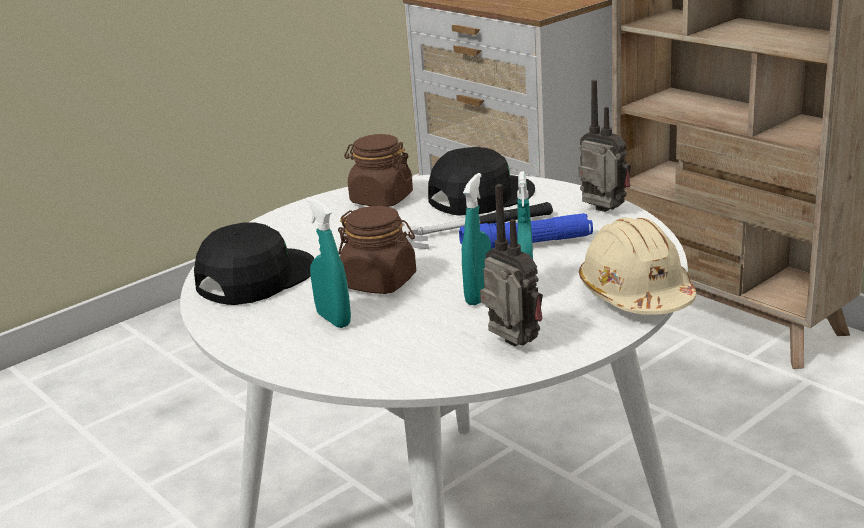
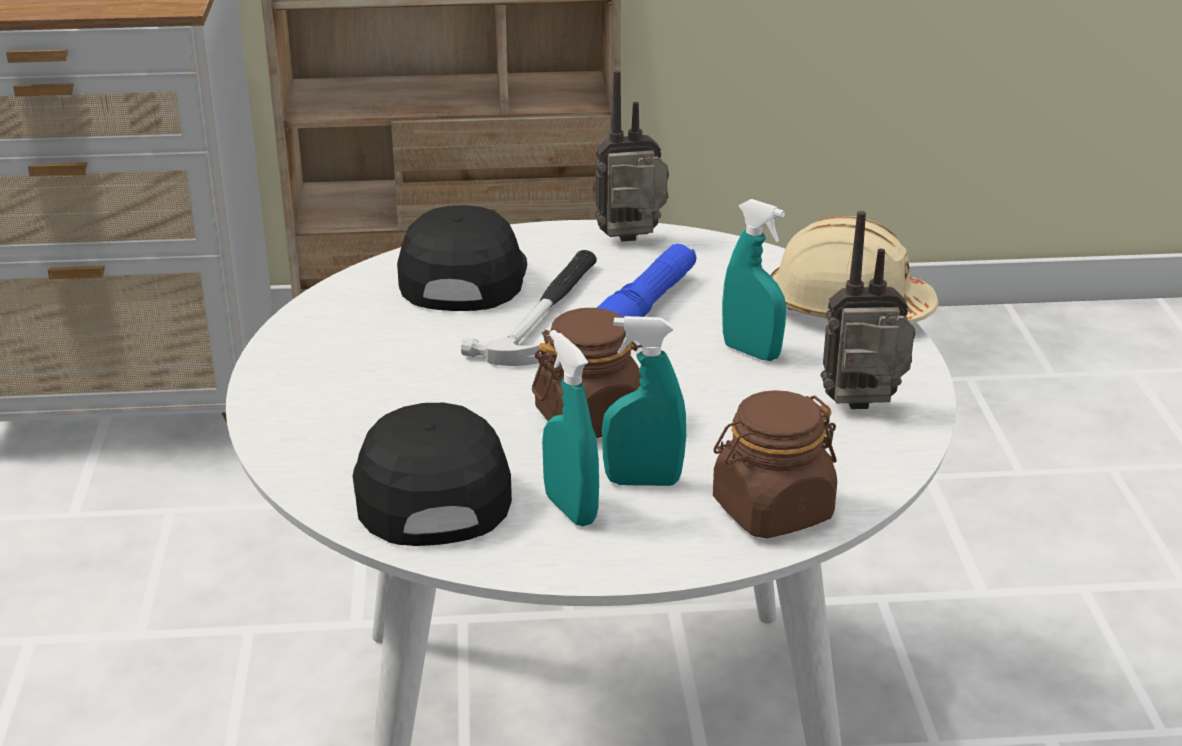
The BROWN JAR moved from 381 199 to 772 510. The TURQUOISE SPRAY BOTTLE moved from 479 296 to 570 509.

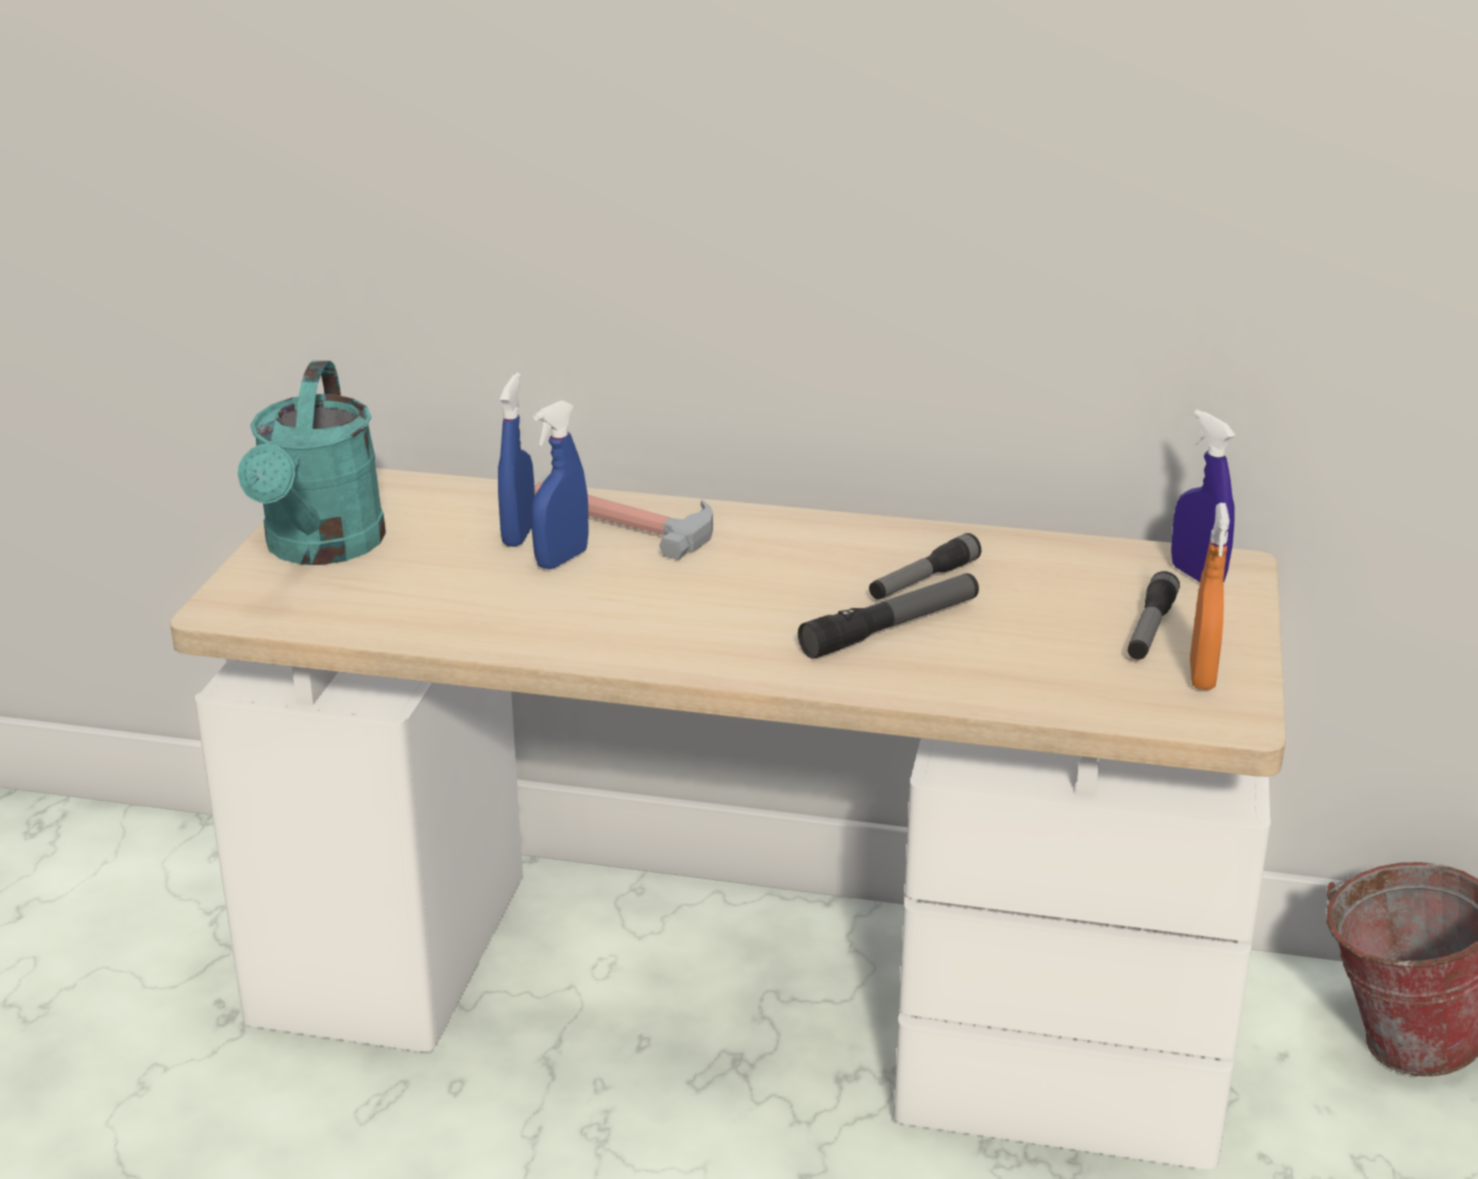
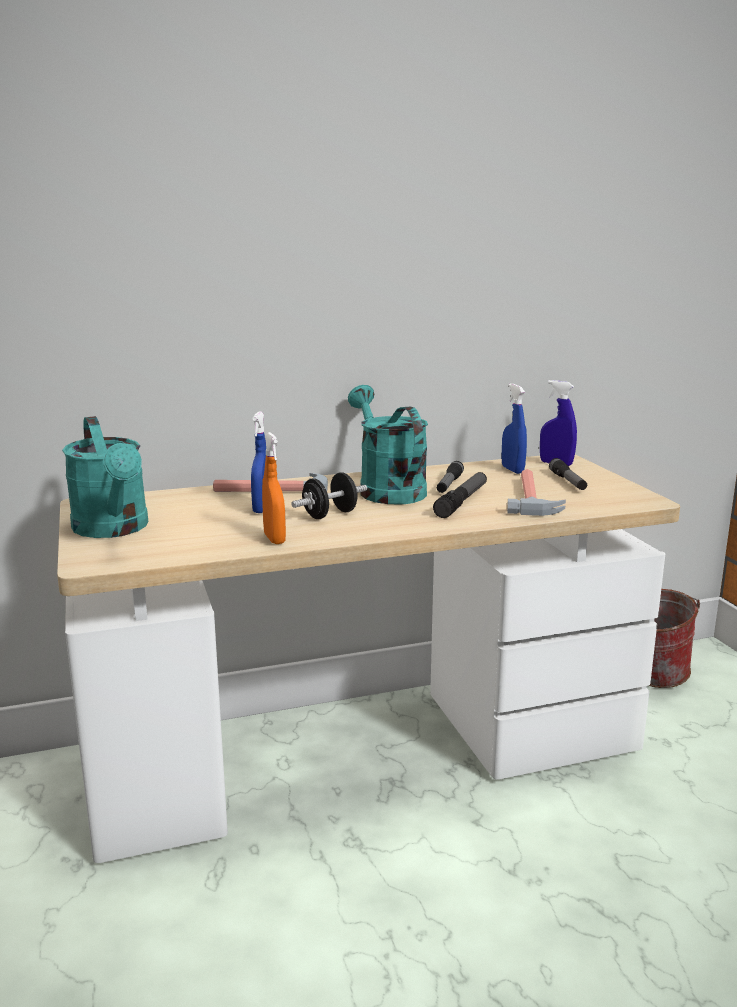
The BLUE SPRAY BOTTLE moved from 519 535 to 512 470. The ORANGE SPRAY BOTTLE moved from 1201 676 to 274 539. The BLACK DUMBBELL at 330 515 appeared. The TURQUOISE WATERING CAN at 386 489 appeared. The HAMMER at 533 497 appeared.

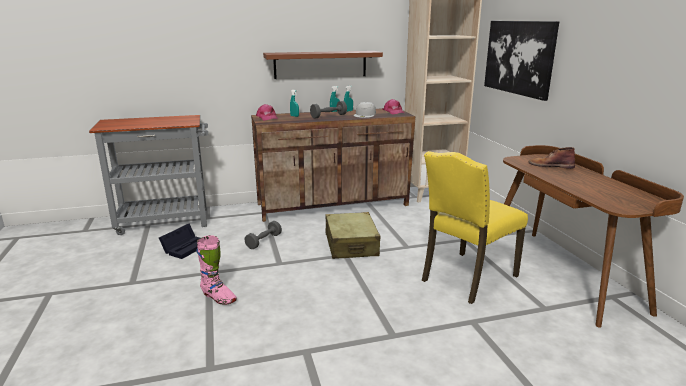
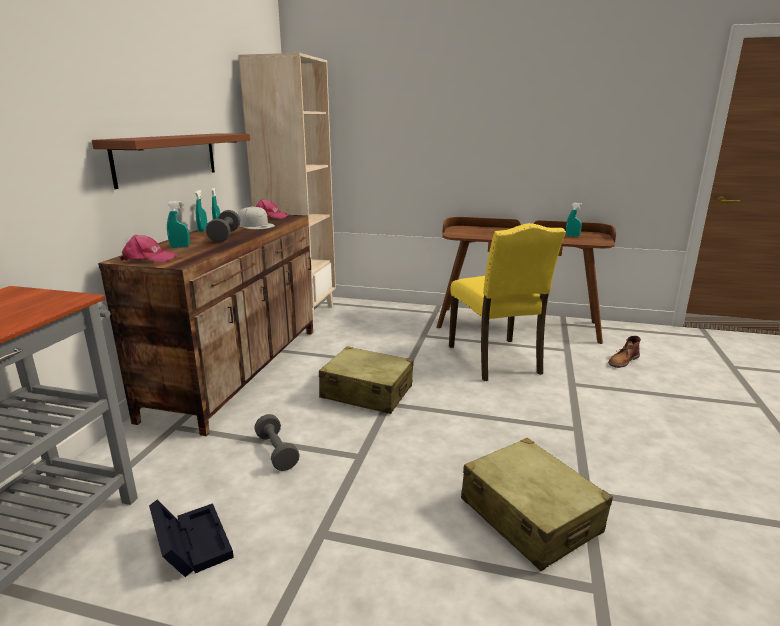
The PINK BOOT at 218 297 disappeared. The PICTURE at 519 57 disappeared. The BROWN BOOT moved from 550 165 to 623 361. The BEIGE SUITCASE at 530 516 appeared. The TURQUOISE SPRAY BOTTLE at 572 236 appeared.

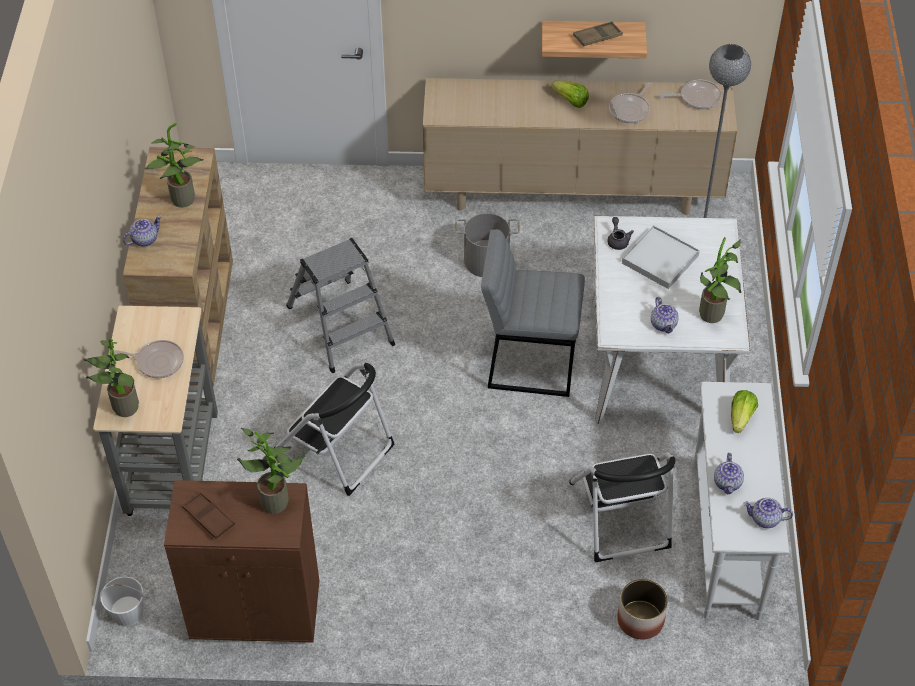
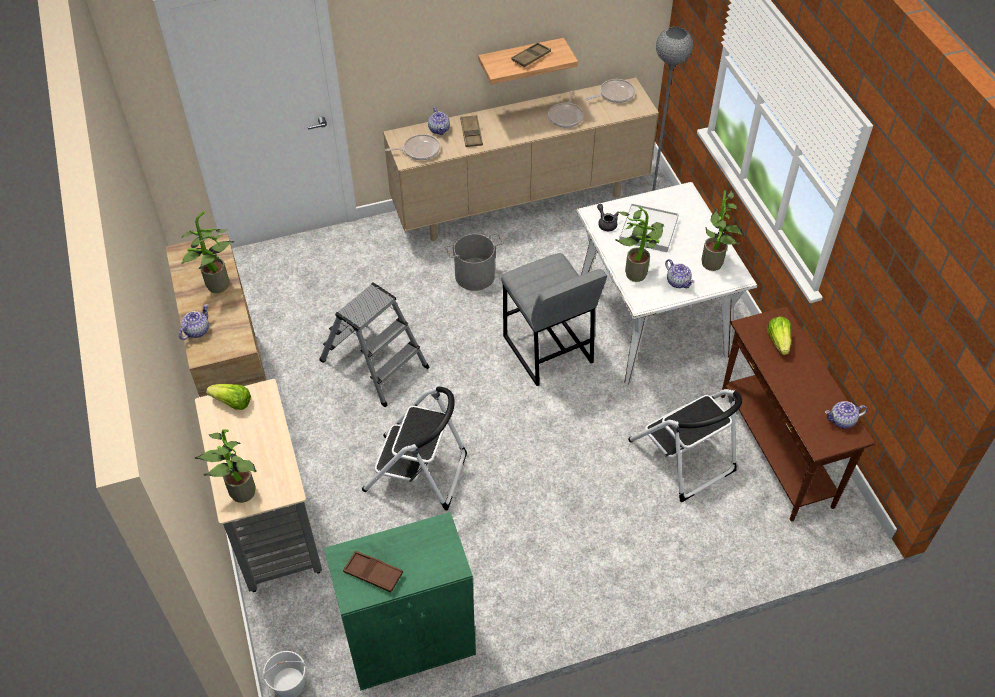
The FRYING PAN moved from 157 361 to 419 150. The BROWN CABINET at 254 615 became the GREEN CABINET at 409 647. The POTTED PLANT moved from 278 500 to 637 272. The GREY CHAIR at 529 363 turned 105 degrees counterclockwise. The LETTUCE moved from 570 101 to 232 403. The PLANTER at 641 619 disappeared. The WHITE CONSOLE TABLE at 727 541 became the BROWN CONSOLE TABLE at 777 450. The TEAPOT moved from 728 483 to 439 129. The BROWN TRAY at 471 133 appeared.

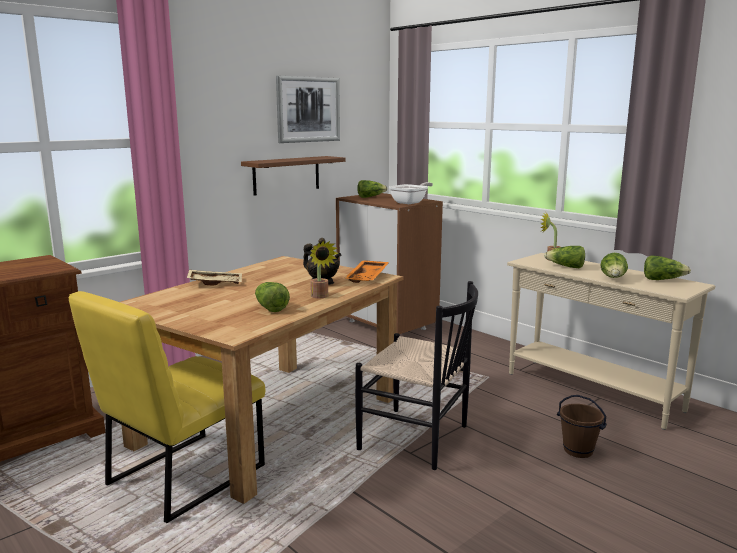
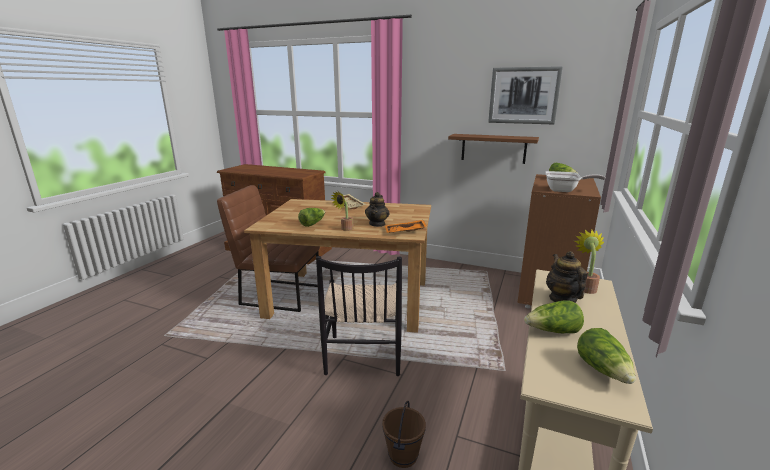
The YELLOW CHAIR at 182 477 became the BROWN CHAIR at 279 295. The LETTUCE at 566 267 was replaced by the TEAPOT at 562 299.

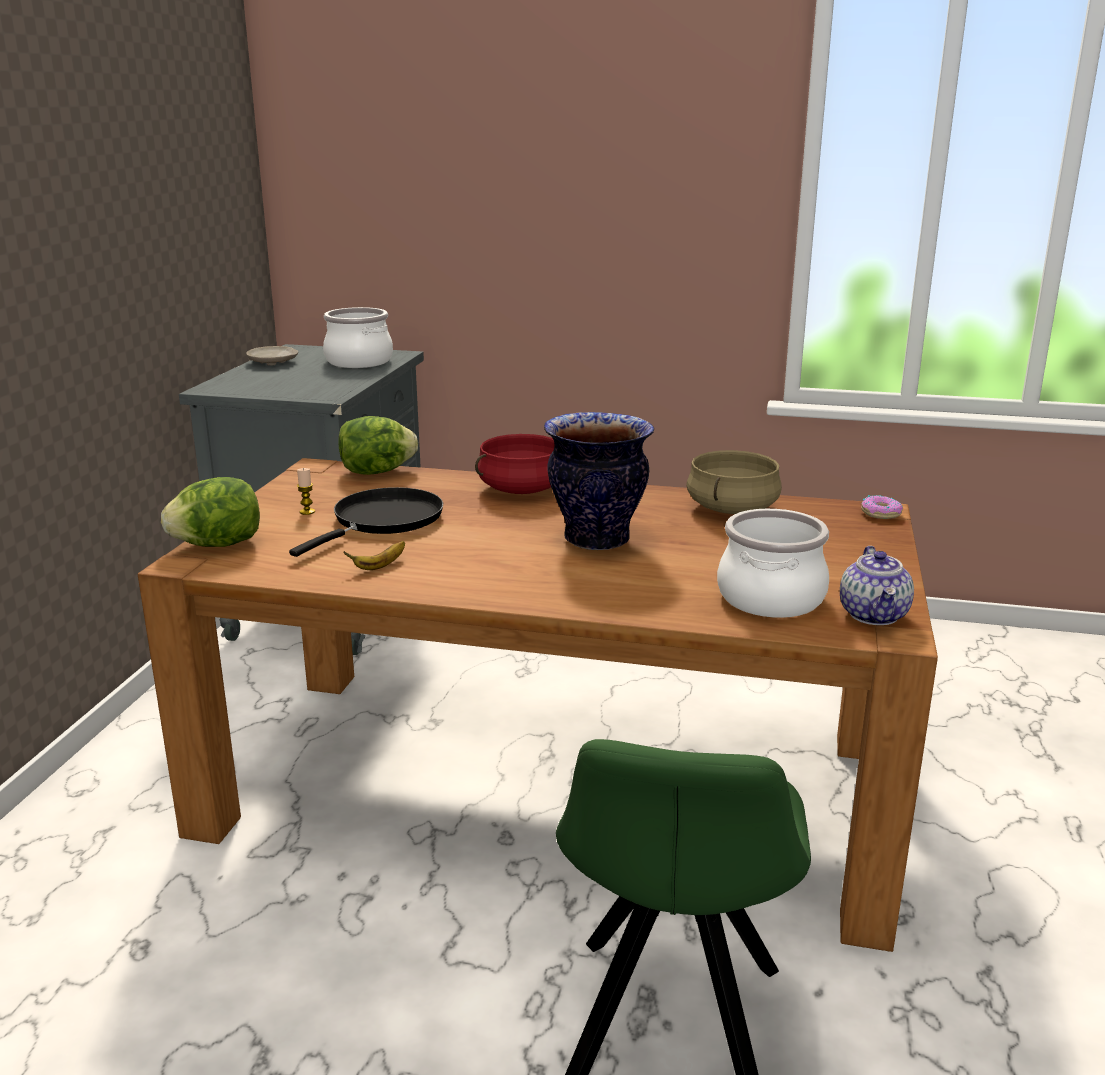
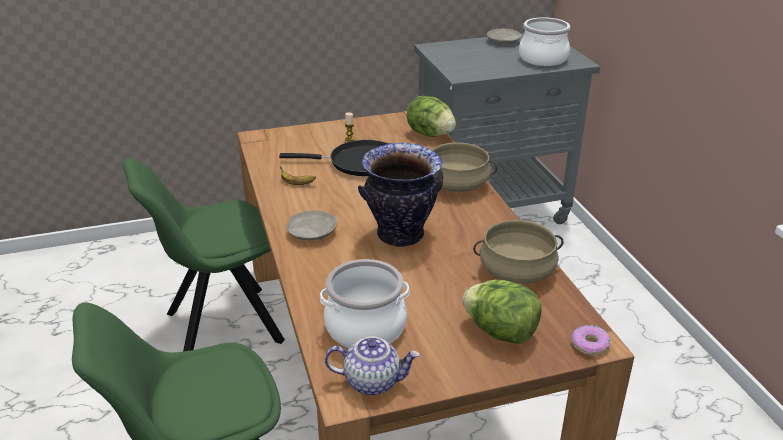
The LETTUCE moved from 218 545 to 500 332. The RED COOKING POT at 521 489 became the BEIGE COOKING POT at 457 184. The TEAPOT at 874 615 turned 150 degrees counterclockwise. The GREEN CHAIR at 222 327 appeared. The BEIGE PLATE at 311 232 appeared.

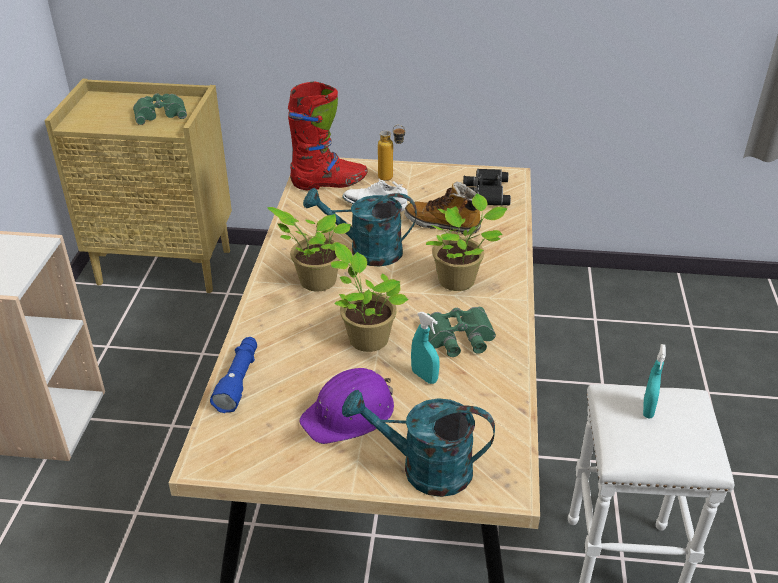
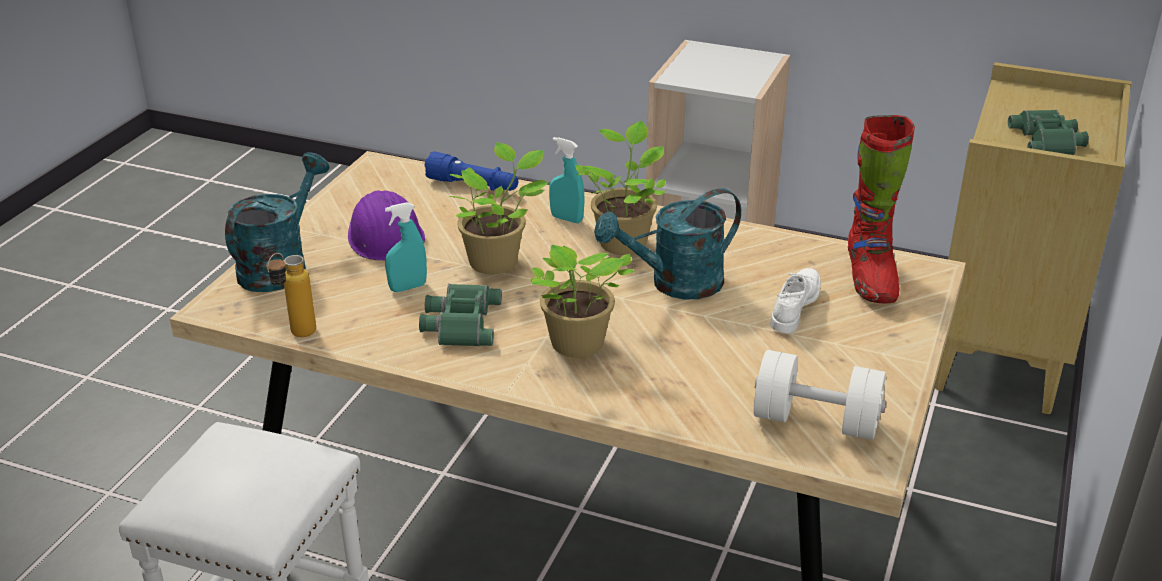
The TURQUOISE WATERING CAN at 366 251 turned 135 degrees counterclockwise. The BOTTLE moved from 391 178 to 296 336. The BOOT at 443 224 disappeared. The BLACK BINOCULARS at 485 192 was replaced by the WHITE DUMBBELL at 816 421. The TURQUOISE SPRAY BOTTLE moved from 648 409 to 566 219.

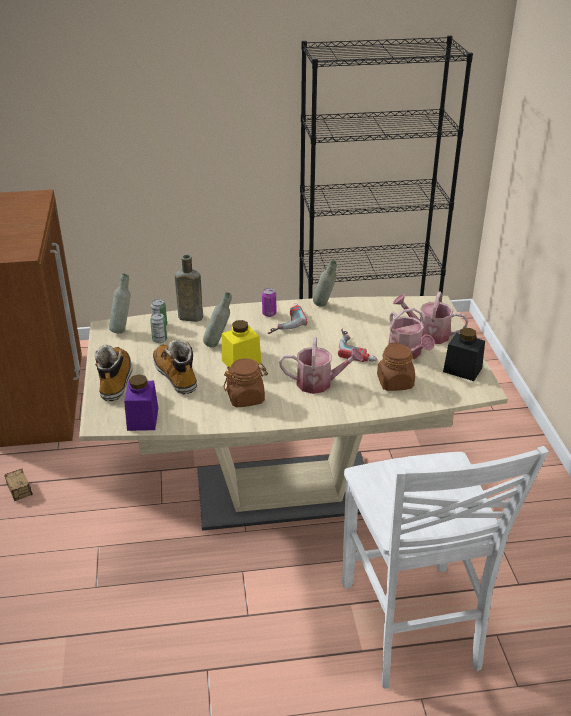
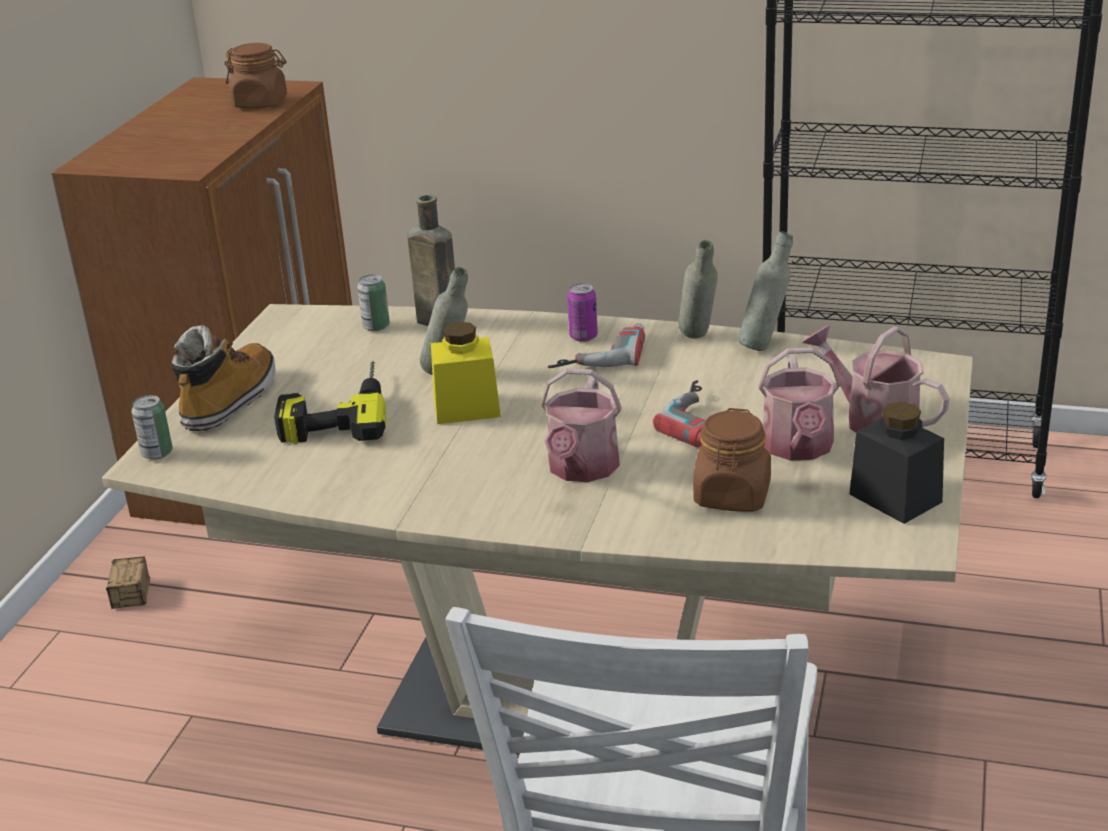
The GREY BOTTLE moved from 123 329 to 765 345. The PURPLE JAR at 143 419 disappeared. The CAN moved from 159 340 to 157 453. The BOOT at 176 376 was replaced by the POWER DRILL at 335 411. The BROWN JAR moved from 246 398 to 260 103. The WATERING CAN at 319 383 turned 75 degrees clockwise.

